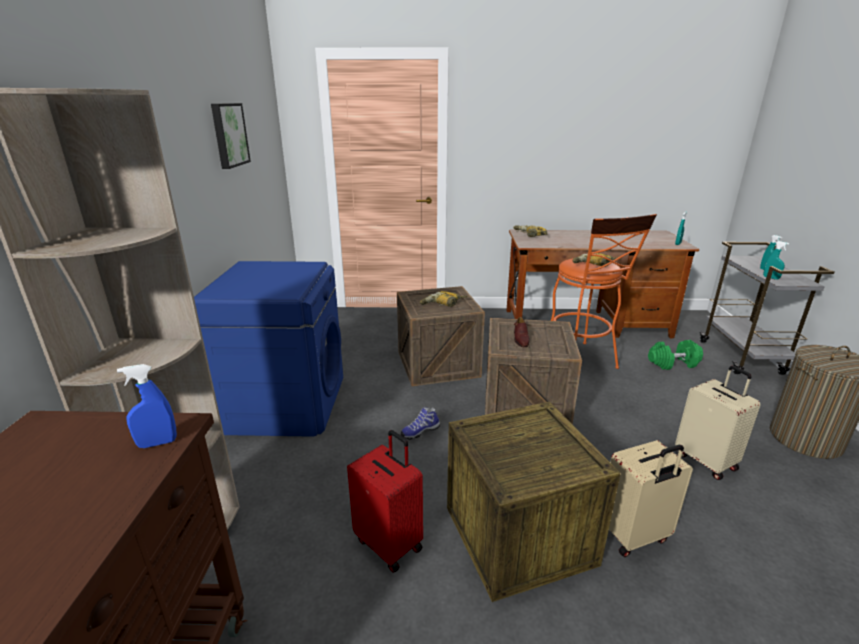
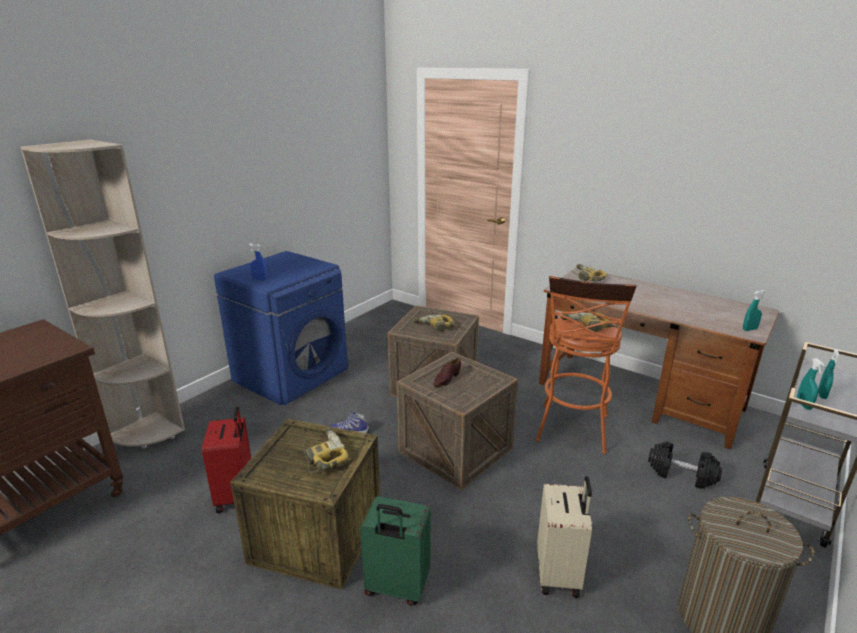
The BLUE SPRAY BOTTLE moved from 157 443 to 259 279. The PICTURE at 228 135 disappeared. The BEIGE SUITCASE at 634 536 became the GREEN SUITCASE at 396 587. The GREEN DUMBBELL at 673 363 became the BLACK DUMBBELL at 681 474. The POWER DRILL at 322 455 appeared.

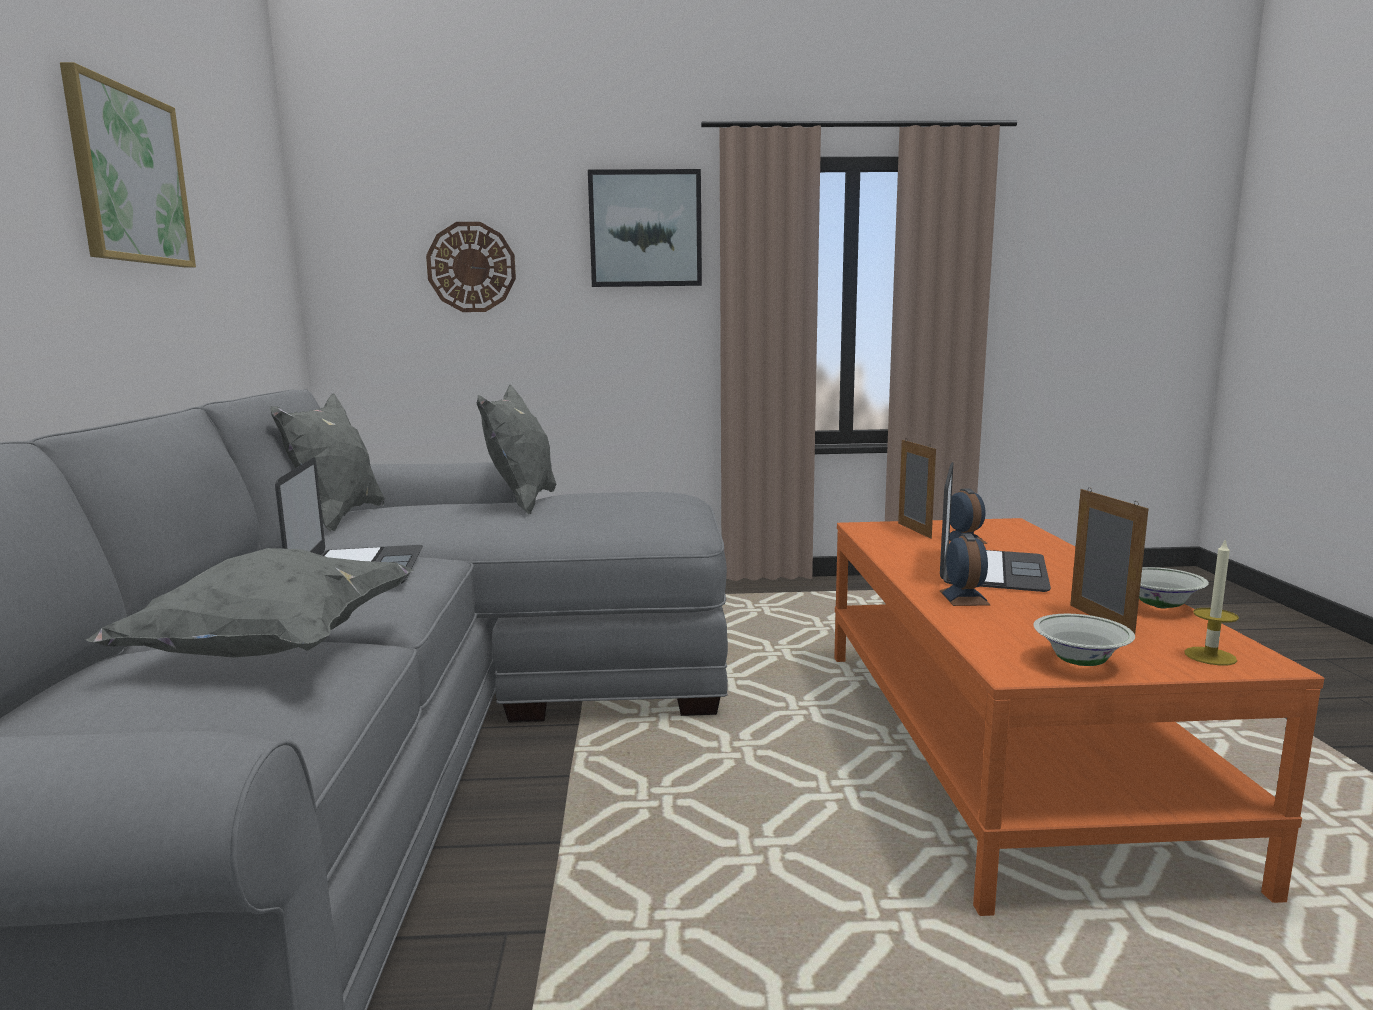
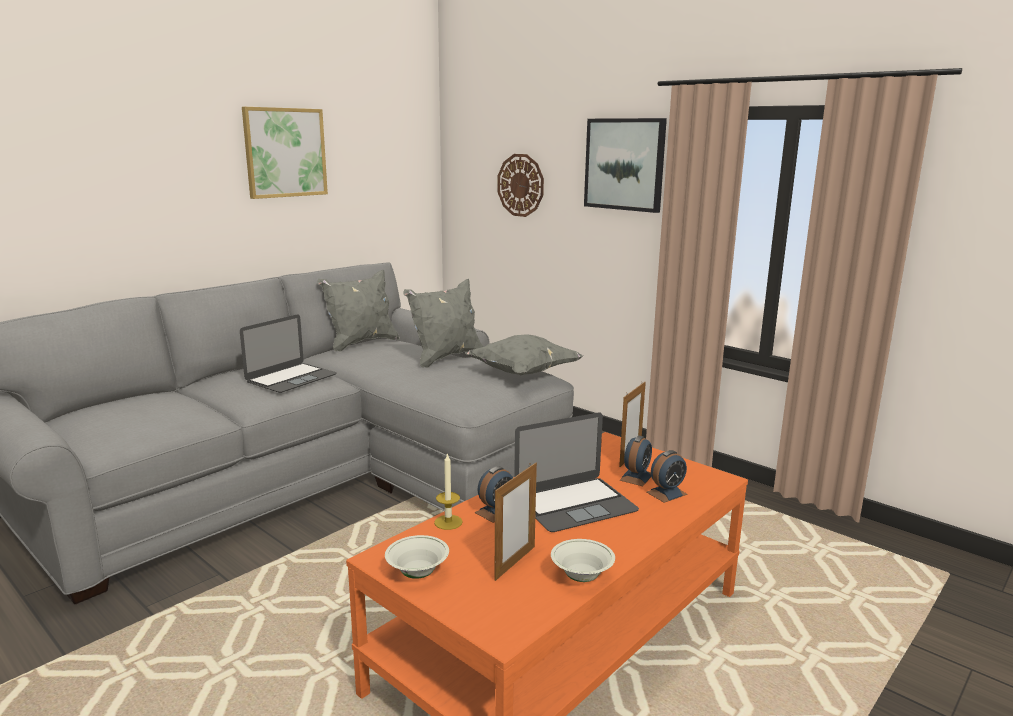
The GREY PILLOW moved from 274 650 to 523 373. The CANDLE moved from 1210 656 to 448 522. The ALARM CLOCK at 666 493 appeared.

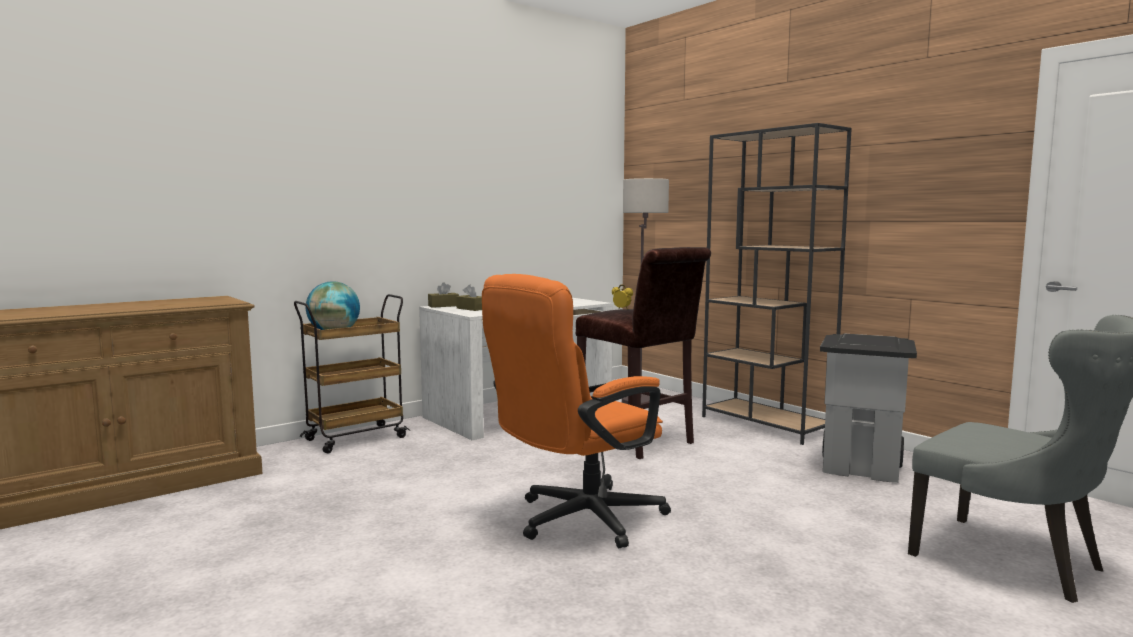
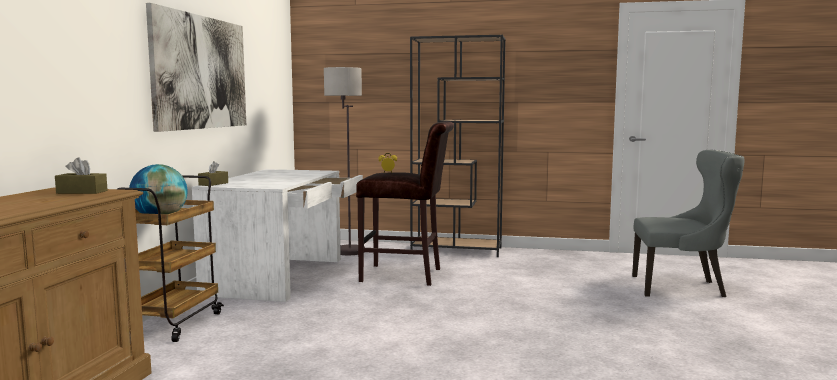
The BROWN TISSUE BOX moved from 471 309 to 82 192. The ORANGE OFFICE CHAIR at 577 521 disappeared. The GREY TRASH CAN at 862 468 disappeared. The PICTURE at 200 72 appeared.

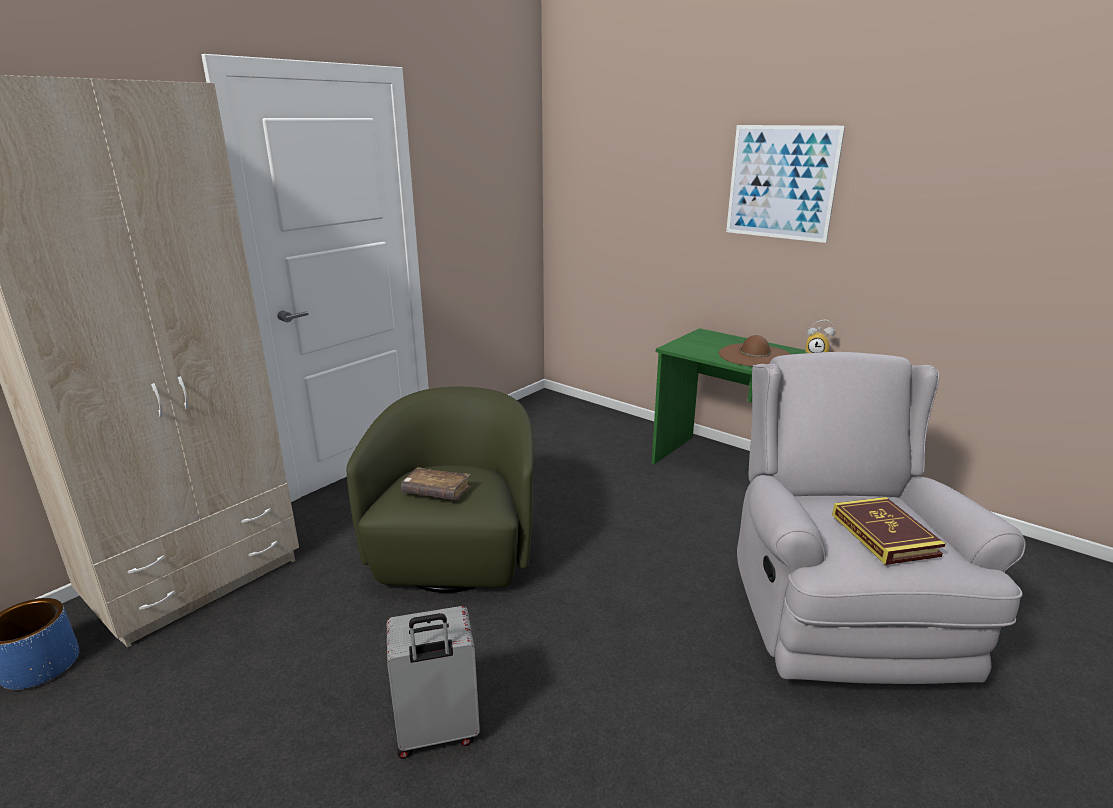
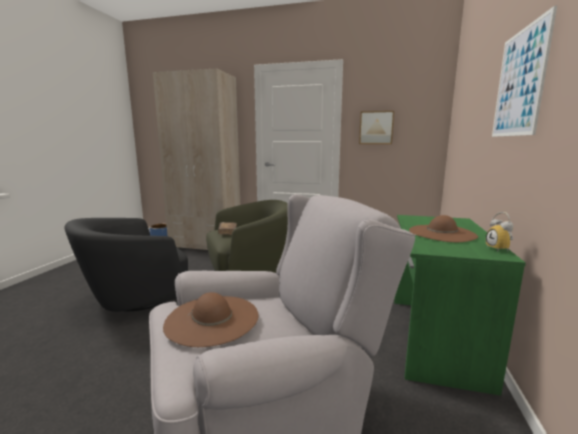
The GREY SUITCASE at 437 733 was replaced by the BLACK ARMCHAIR at 136 298. The BOOK at 884 535 was replaced by the BROWN HAT at 212 319. The PICTURE at 376 128 appeared.

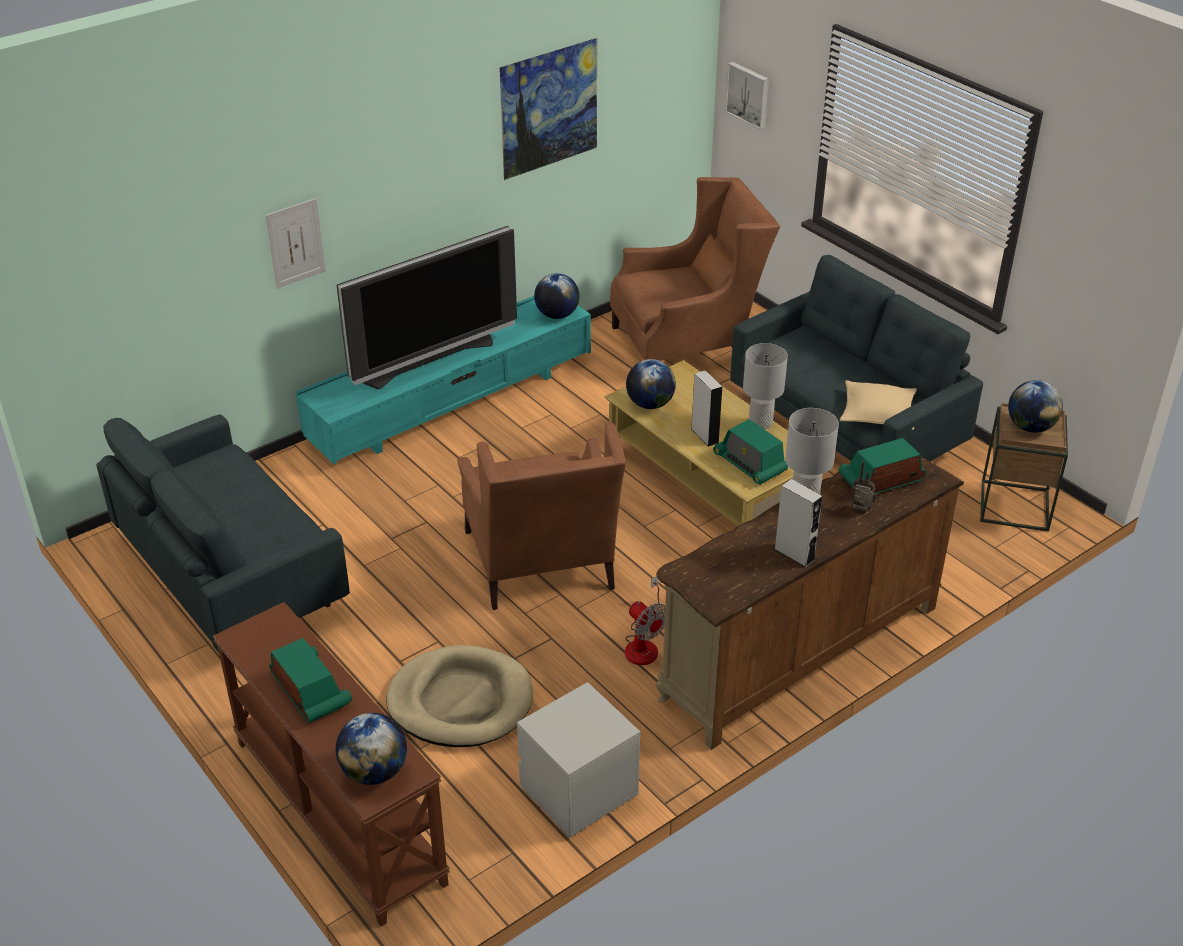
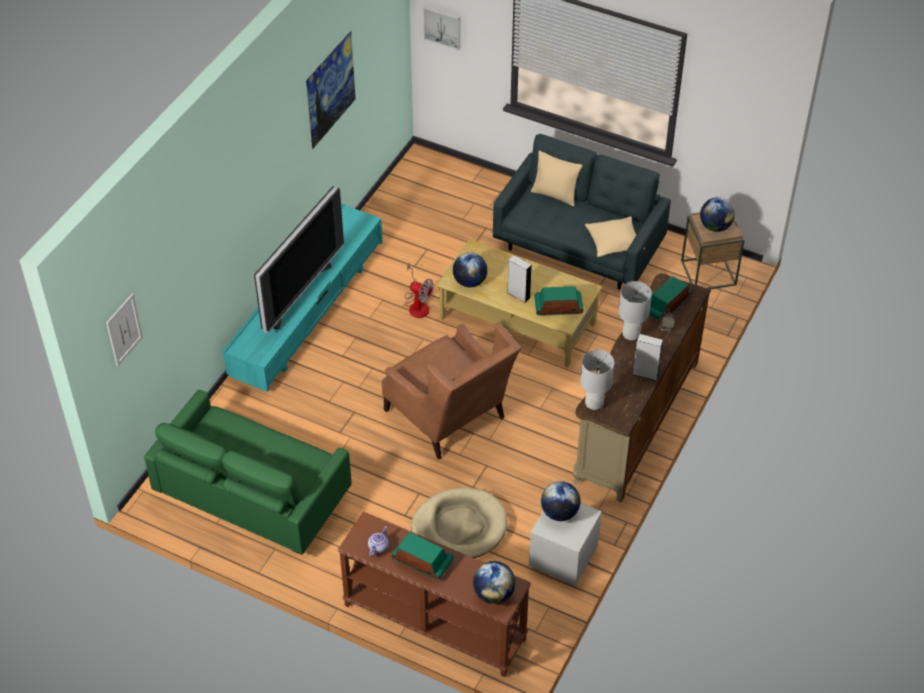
The GREY SOFA at 231 575 became the GREEN SOFA at 253 497. The PICTURE moved from 295 243 to 124 329. The GLOBE moved from 557 315 to 559 512. The BROWN ARMCHAIR at 687 345 disappeared. The FAN moved from 644 644 to 417 304. The RADIO at 750 464 turned 150 degrees clockwise. The GREY TABLE LAMP moved from 760 425 to 593 404. The TEAPOT at 378 547 appeared. The BEIGE PILLOW at 555 195 appeared.

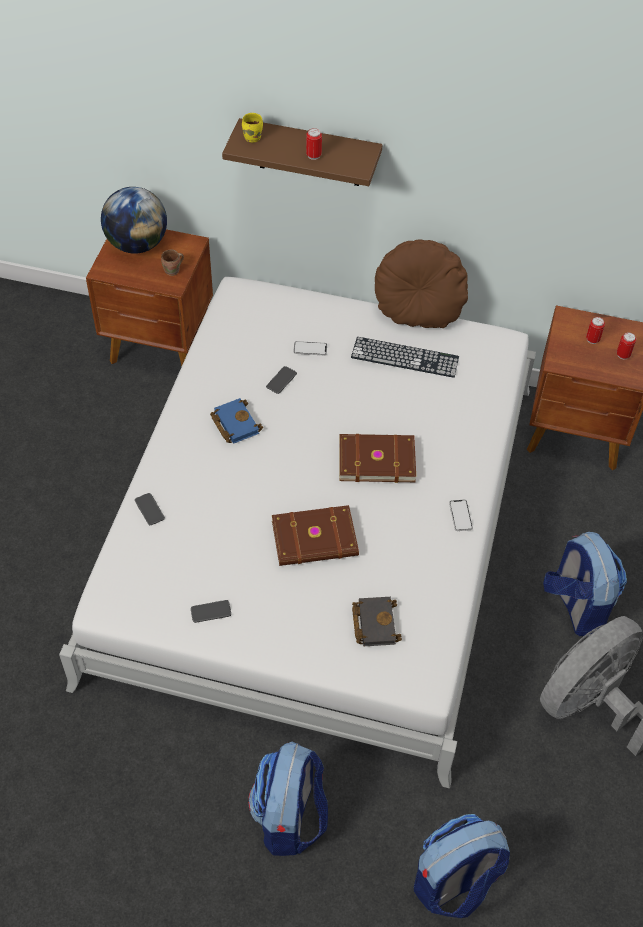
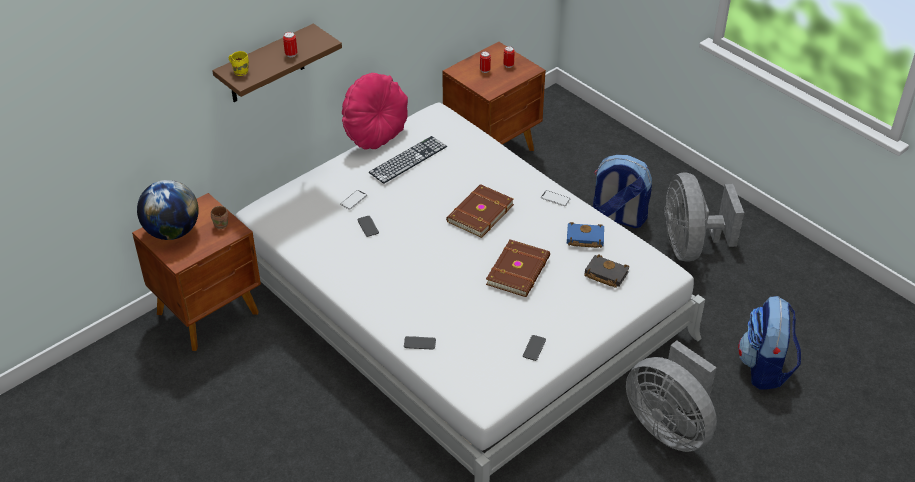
The BLUE BOOK moved from 234 423 to 584 239. The BACKPACK at 289 817 was replaced by the GREY FAN at 669 426. The BROWN PILLOW at 418 315 became the PINK PILLOW at 376 137.

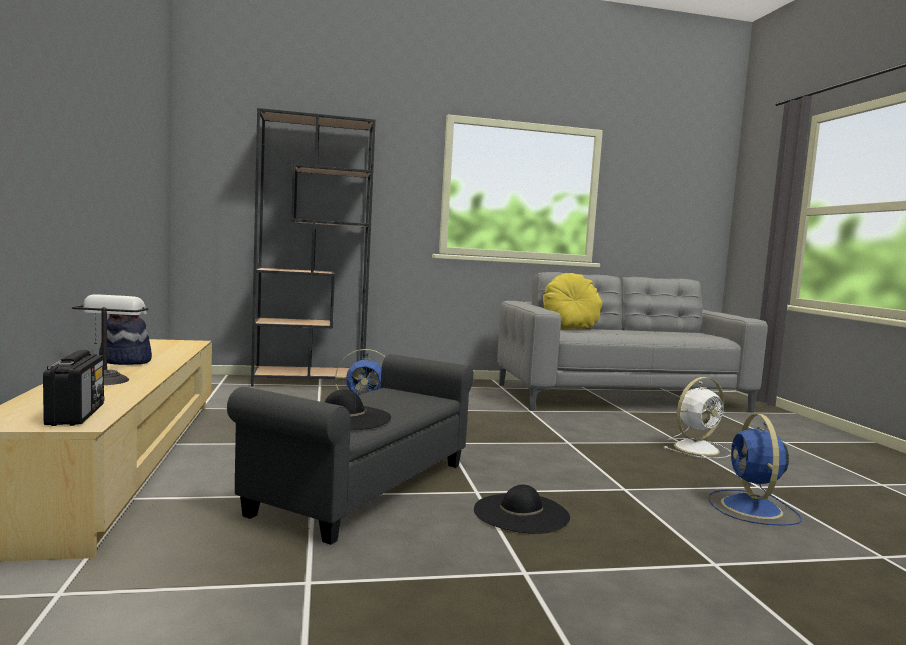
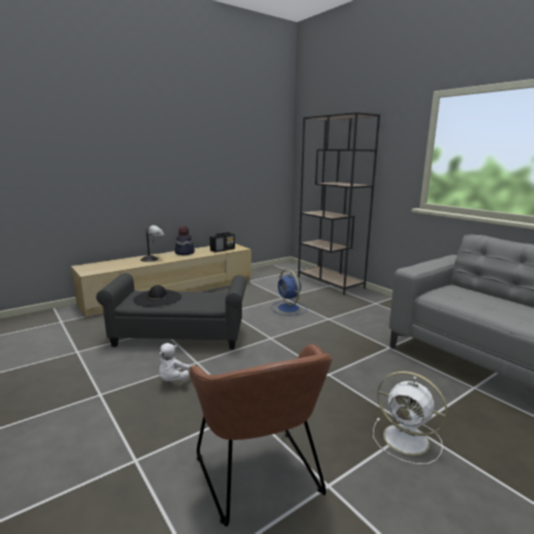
The RADIO moved from 76 414 to 223 250. The BLACK HAT at 521 513 was replaced by the WHITE PLUSH TOY at 175 380. The YELLOW PILLOW at 570 328 disappeared. The BLUE FAN at 752 508 was replaced by the BROWN ARMCHAIR at 260 480.

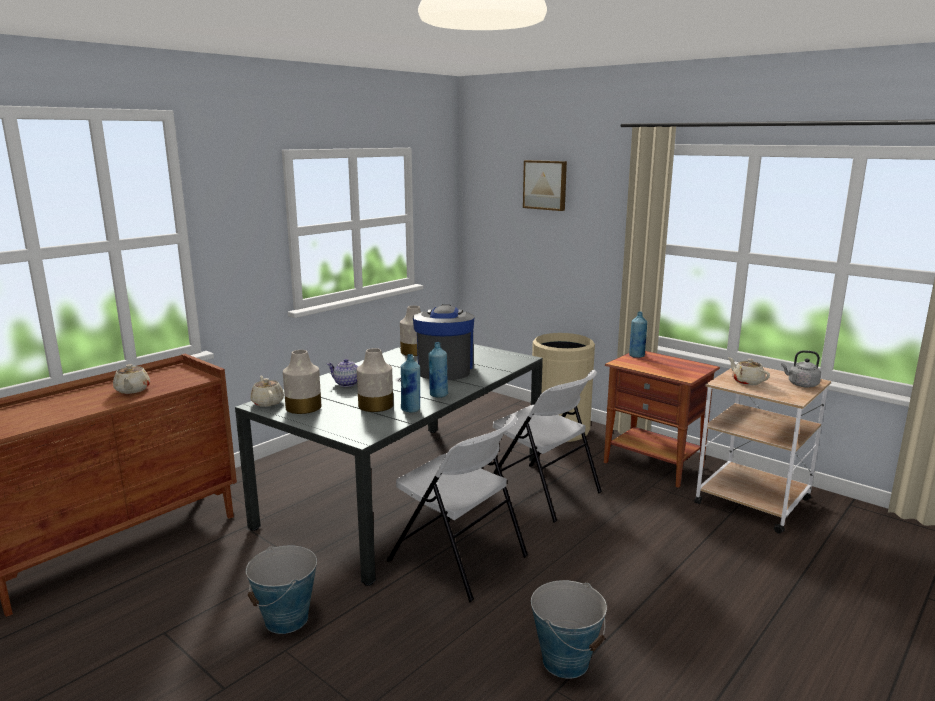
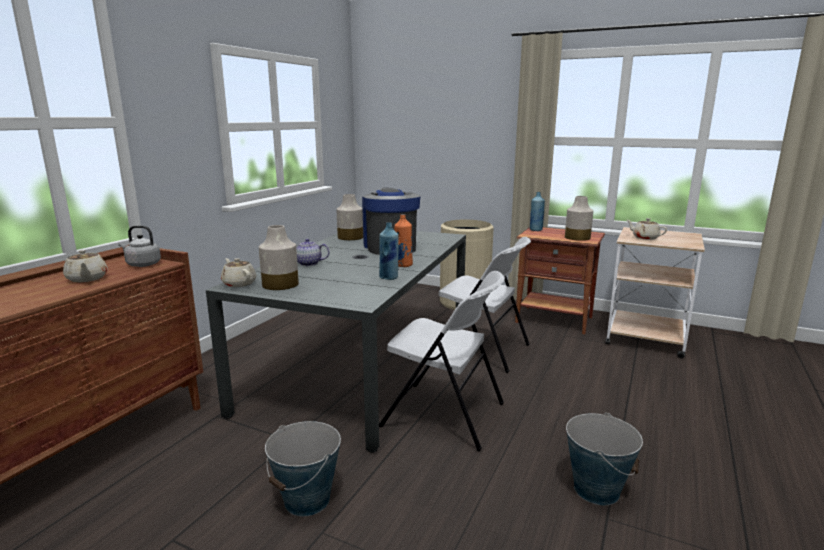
The BEIGE VASE moved from 375 405 to 577 237. The BLUE BOTTLE at 438 395 became the ORANGE BOTTLE at 403 265. The PICTURE at 545 185 disappeared. The GREY KETTLE moved from 801 384 to 142 264.

